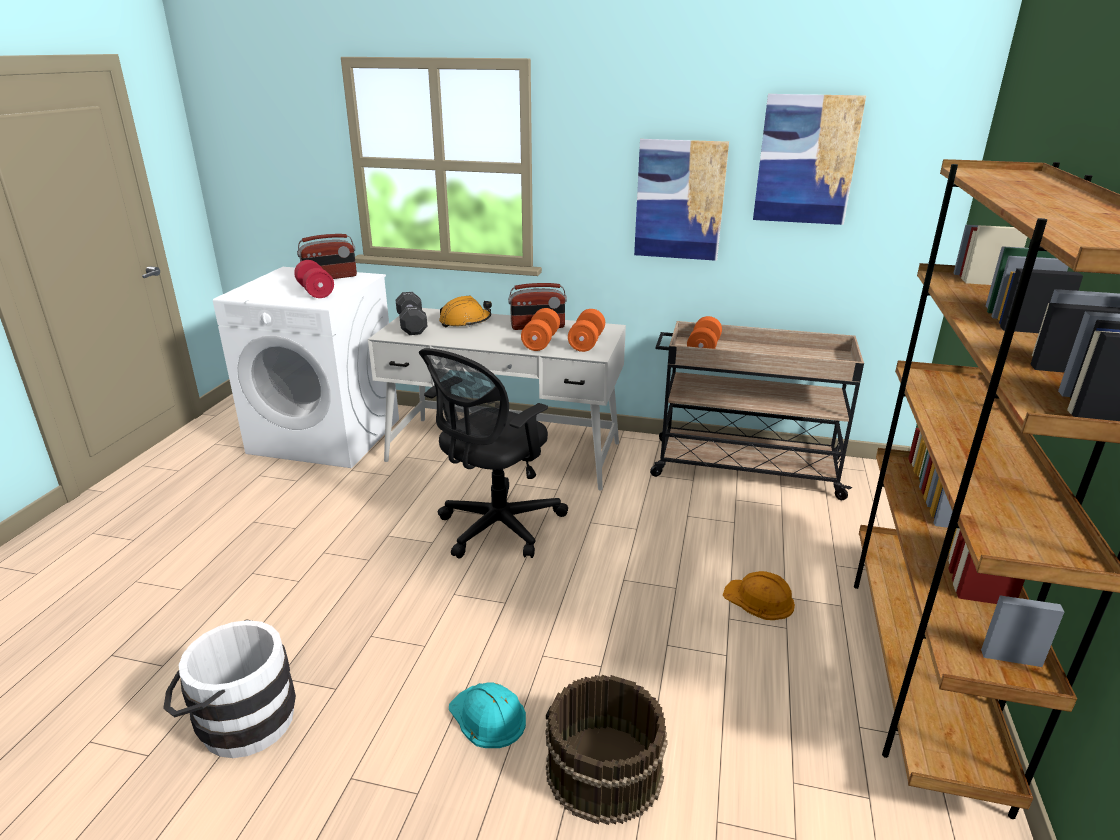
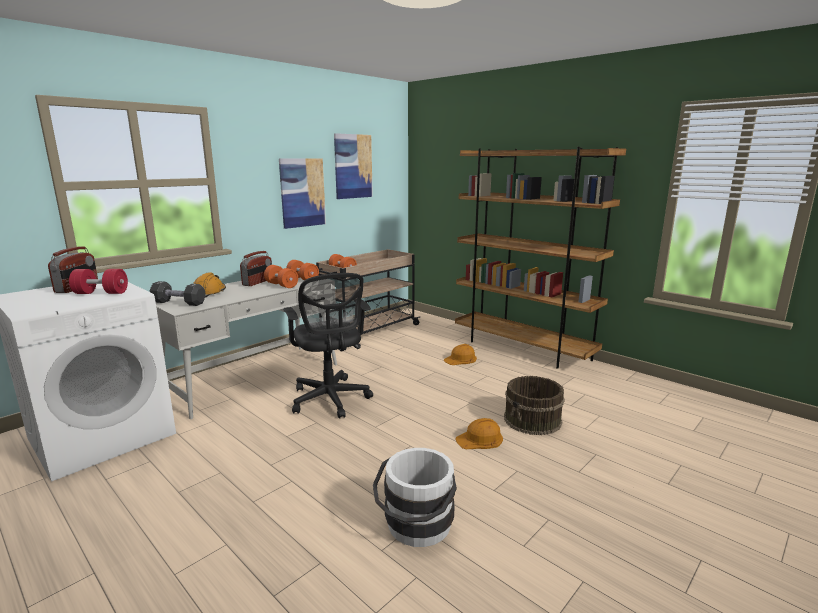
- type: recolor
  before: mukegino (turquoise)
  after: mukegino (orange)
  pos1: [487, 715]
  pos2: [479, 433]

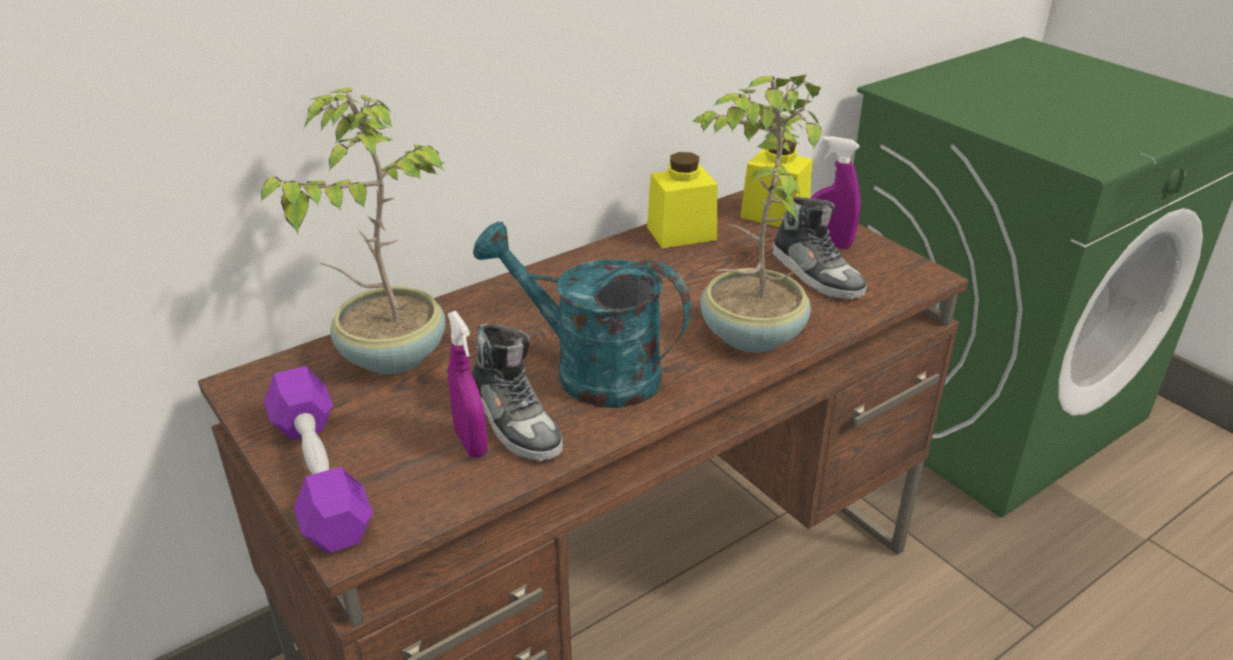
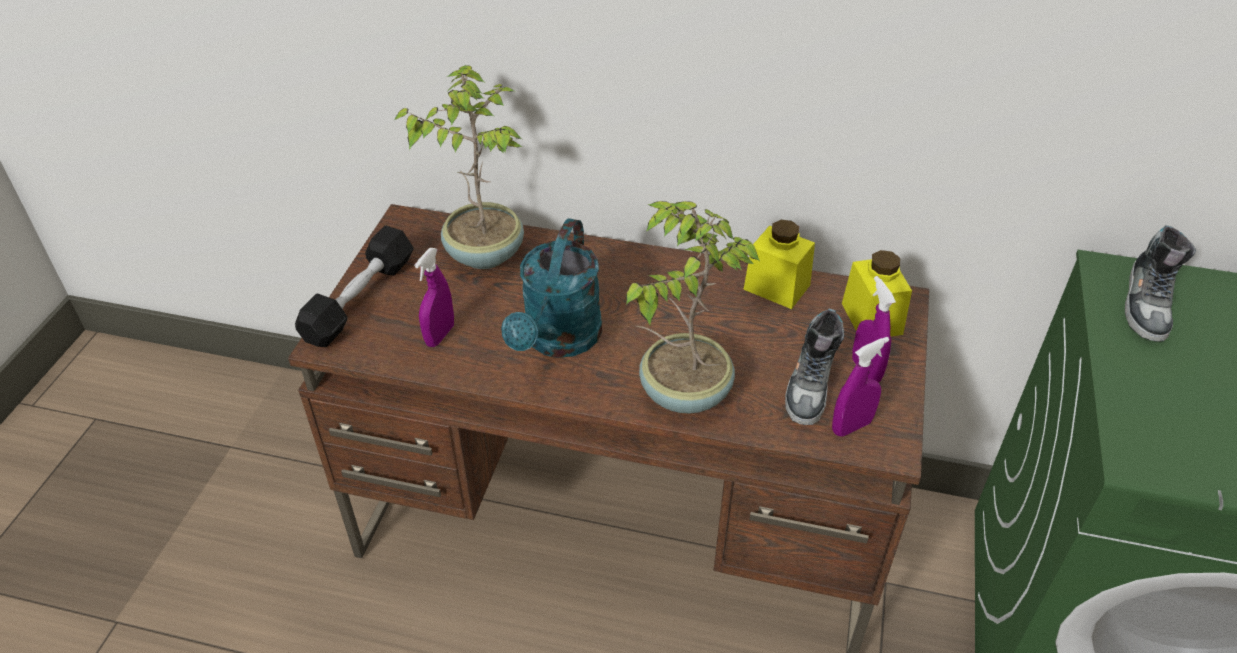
- type: rotate
  before: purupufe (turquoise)
  pos1: [582, 315]
  pos2: [551, 288]
  turn: -150
- type: move
  before: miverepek
  pos1: [517, 392]
  pos2: [1160, 283]
- type: recolor
  before: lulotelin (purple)
  after: lulotelin (black)
  pos1: [318, 459]
  pos2: [354, 286]
- type: insert
  after: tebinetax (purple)
  pos2: [860, 387]

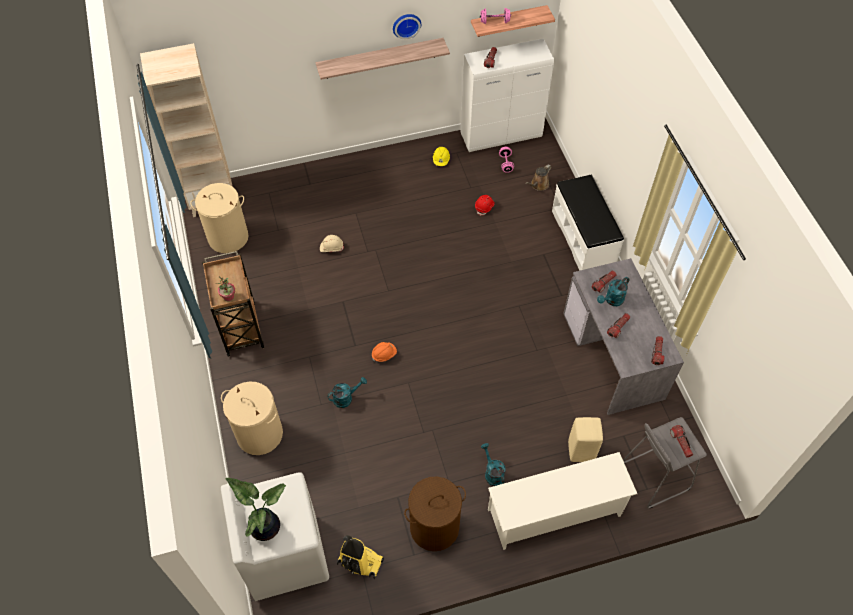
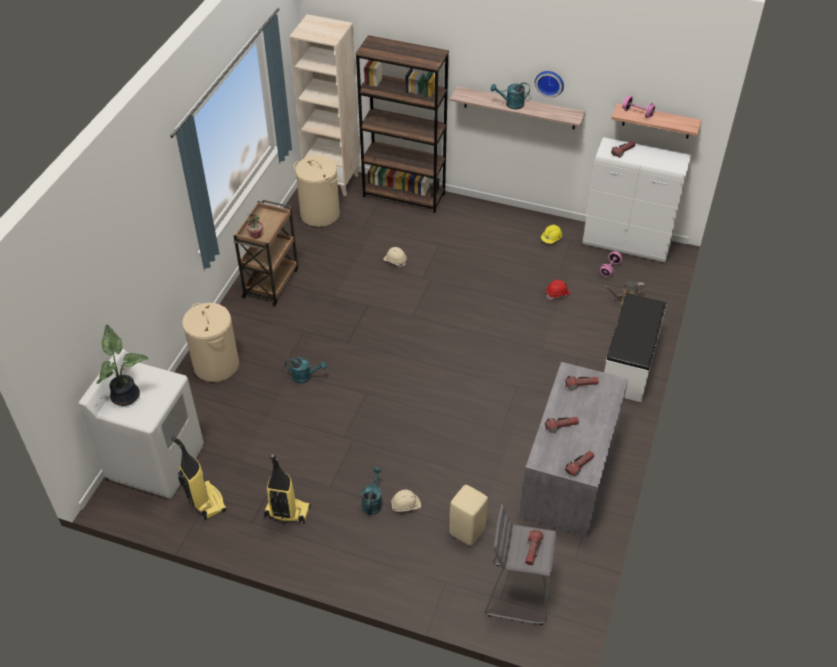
- type: move
  before: purupufe (turquoise)
  pos1: [613, 291]
  pos2: [510, 95]
- type: delete
  before: mukegino (orange)
  pos1: [384, 352]
- type: delete
  before: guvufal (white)
  pos1: [562, 501]
- type: replace
  before: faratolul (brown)
  after: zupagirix
  pos1: [435, 514]
  pos2: [287, 489]
- type: insert
  after: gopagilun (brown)
  pos2: [402, 124]
- type: insert
  after: mukegino (beige)
  pos2: [406, 501]

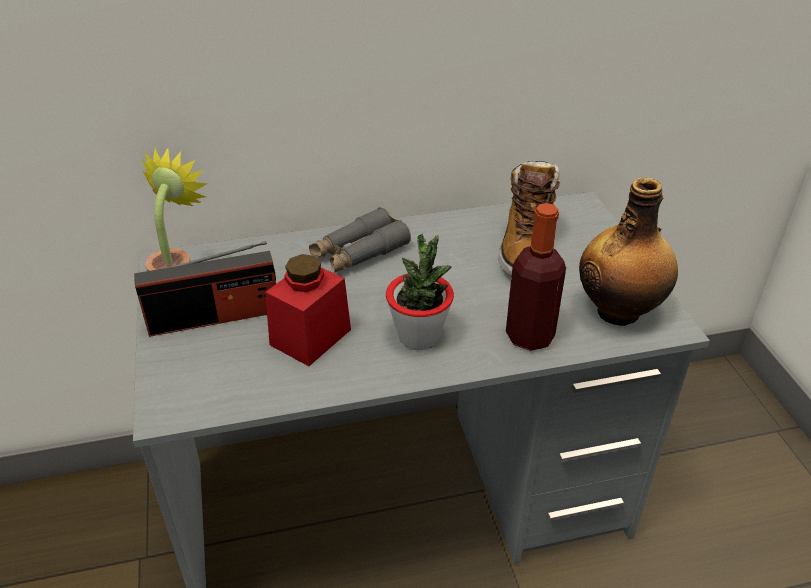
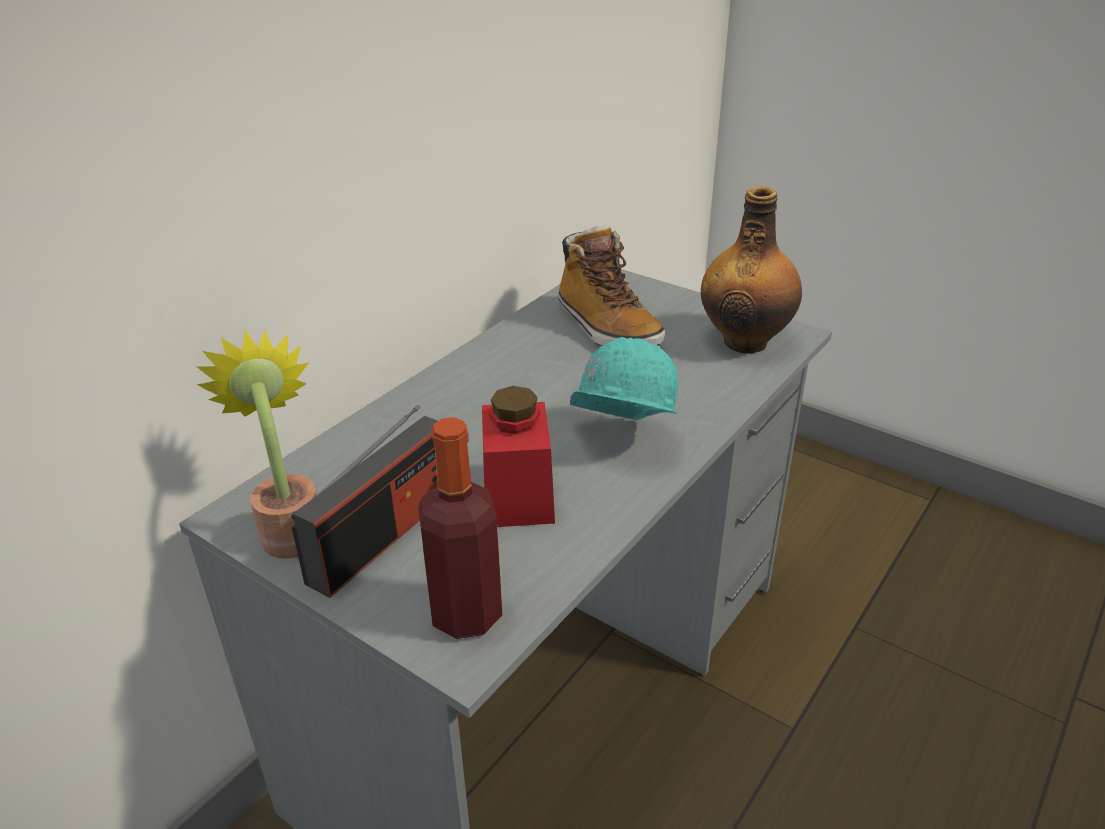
- type: move
  before: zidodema
  pos1: [536, 277]
  pos2: [460, 528]
- type: delete
  before: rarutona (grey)
  pos1: [360, 240]
- type: replace
  before: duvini
  after: mukegino (turquoise)
  pos1: [420, 292]
  pos2: [624, 378]

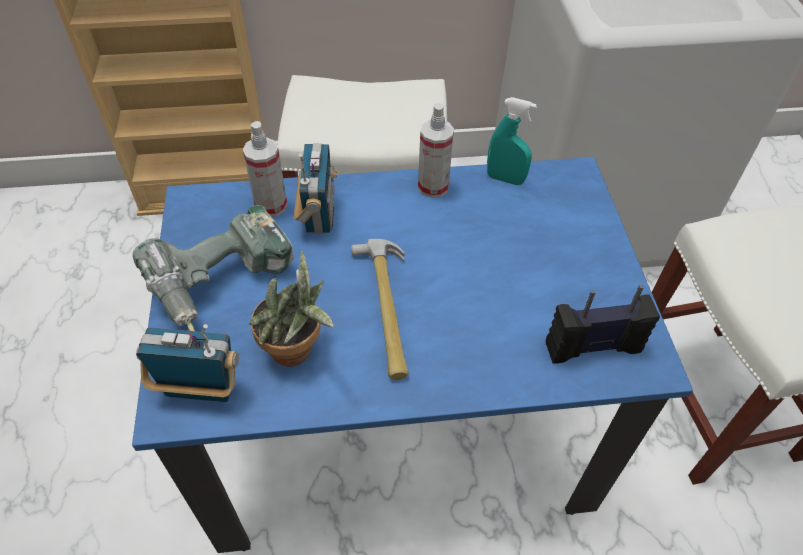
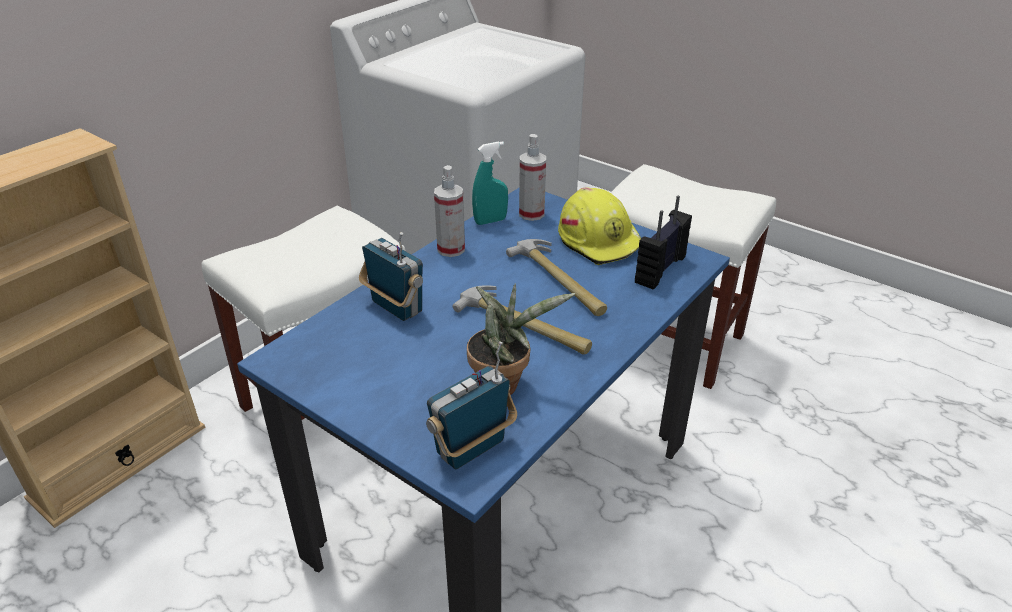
- type: move
  before: tebinetax
  pos1: [265, 169]
  pos2: [532, 177]
- type: delete
  before: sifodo
  pos1: [216, 268]
- type: insert
  after: mukegino (yellow)
  pos2: [599, 226]
- type: insert
  after: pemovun
  pos2: [556, 277]

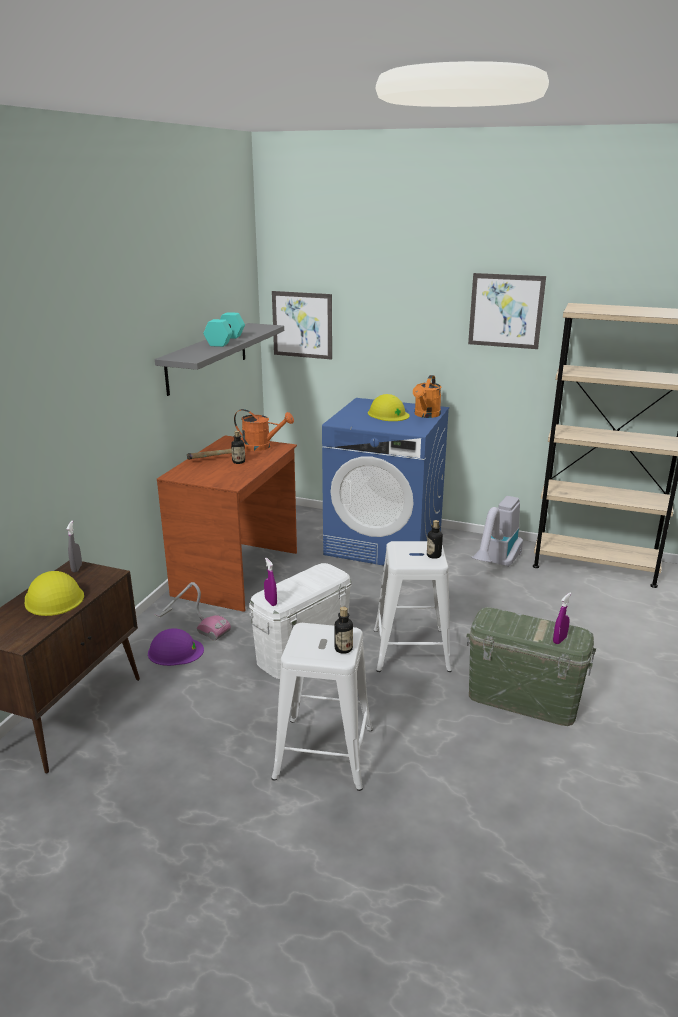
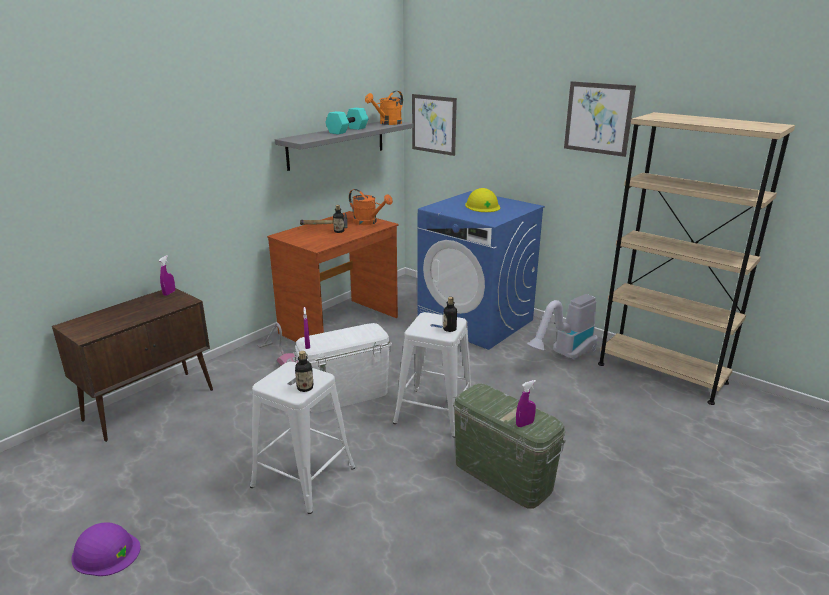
- type: move
  before: purupufe (orange)
  pos1: [427, 396]
  pos2: [384, 108]
- type: recolor
  before: tebinetax (grey)
  after: tebinetax (purple)
  pos1: [74, 546]
  pos2: [167, 275]
- type: delete
  before: mukegino (yellow)
  pos1: [54, 593]
- type: move
  before: mukegino (purple)
  pos1: [176, 647]
  pos2: [106, 549]

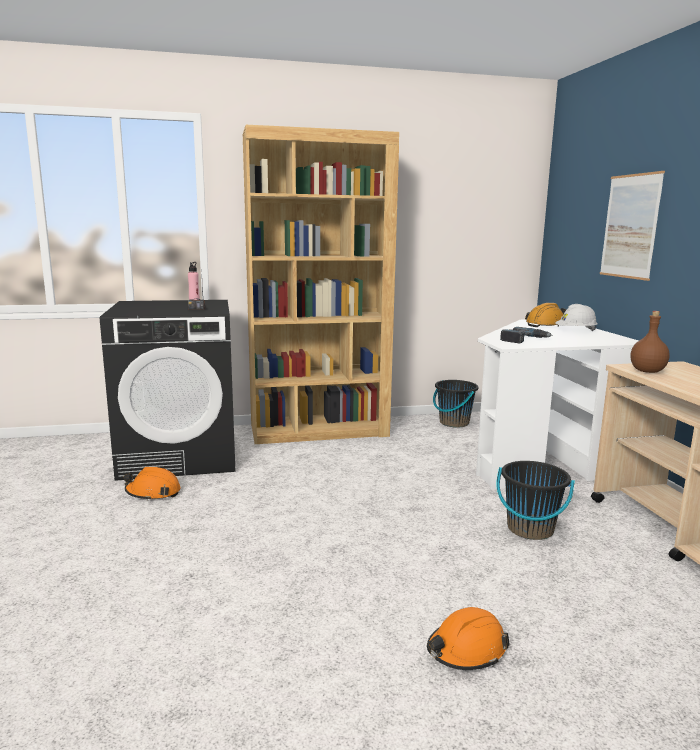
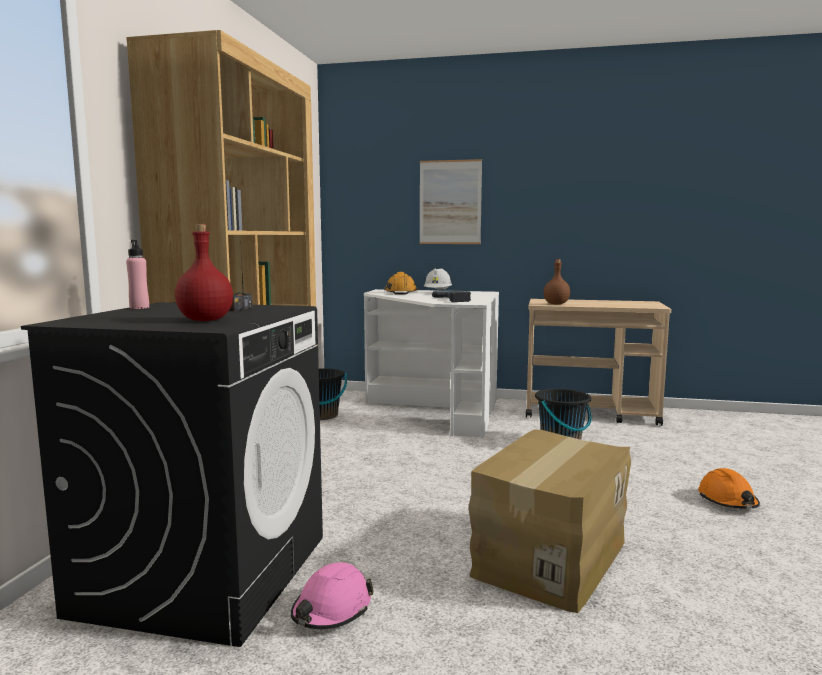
- type: recolor
  before: mukegino (orange)
  after: mukegino (pink)
  pos1: [152, 484]
  pos2: [332, 595]
- type: insert
  after: zidodema (red)
  pos2: [204, 272]
- type: insert
  after: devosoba
  pos2: [550, 521]

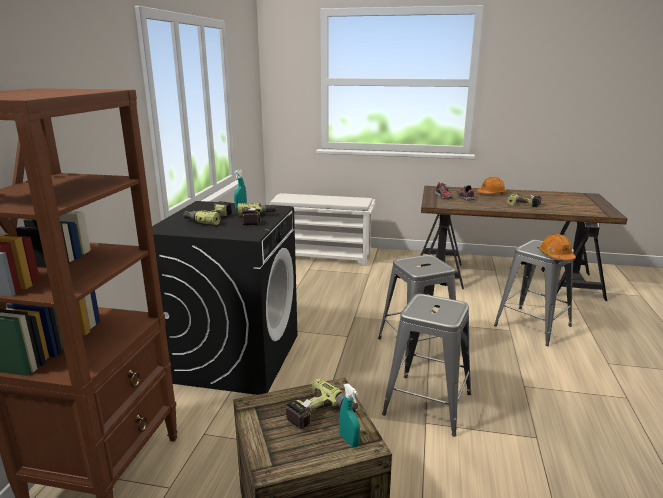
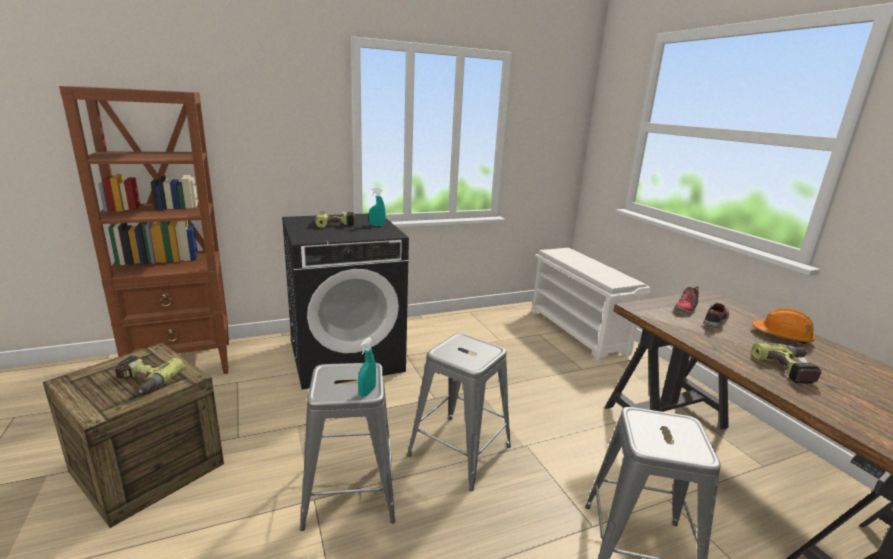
- type: delete
  before: sifodo
  pos1: [257, 214]
- type: delete
  before: mukegino (orange)
  pos1: [557, 247]
- type: move
  before: tebinetax (turquoise)
  pos1: [349, 416]
  pos2: [367, 367]

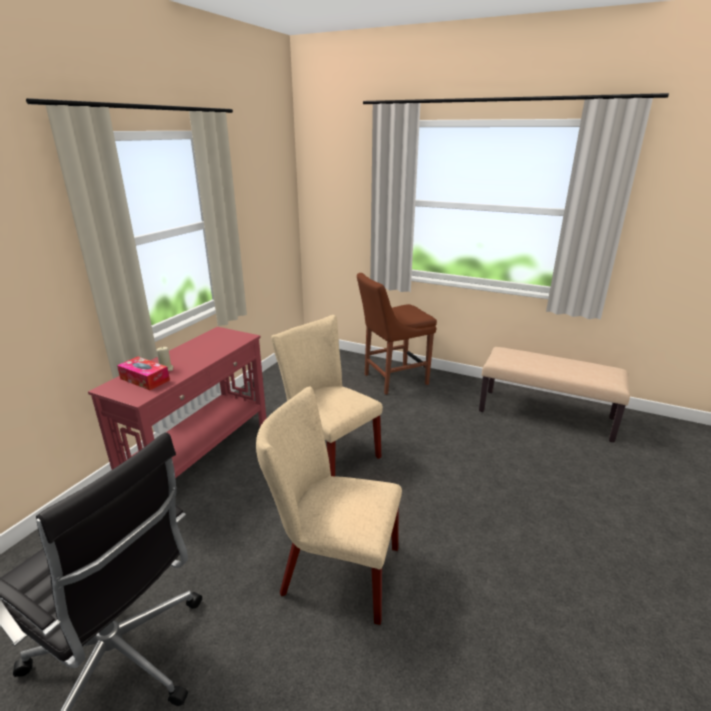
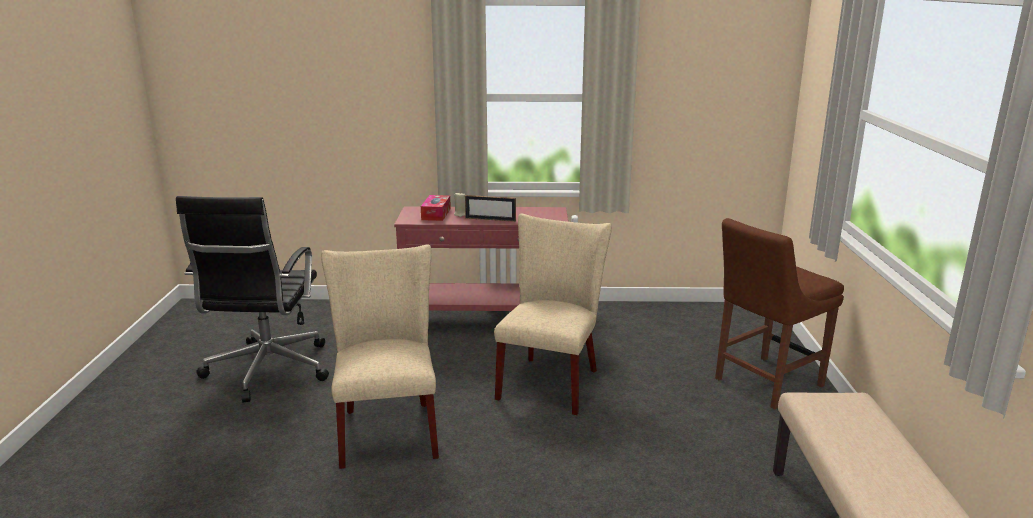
- type: rotate
  before: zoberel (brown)
  pos1: [397, 334]
  pos2: [779, 314]
  turn: -75
- type: insert
  after: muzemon
  pos2: [490, 208]

